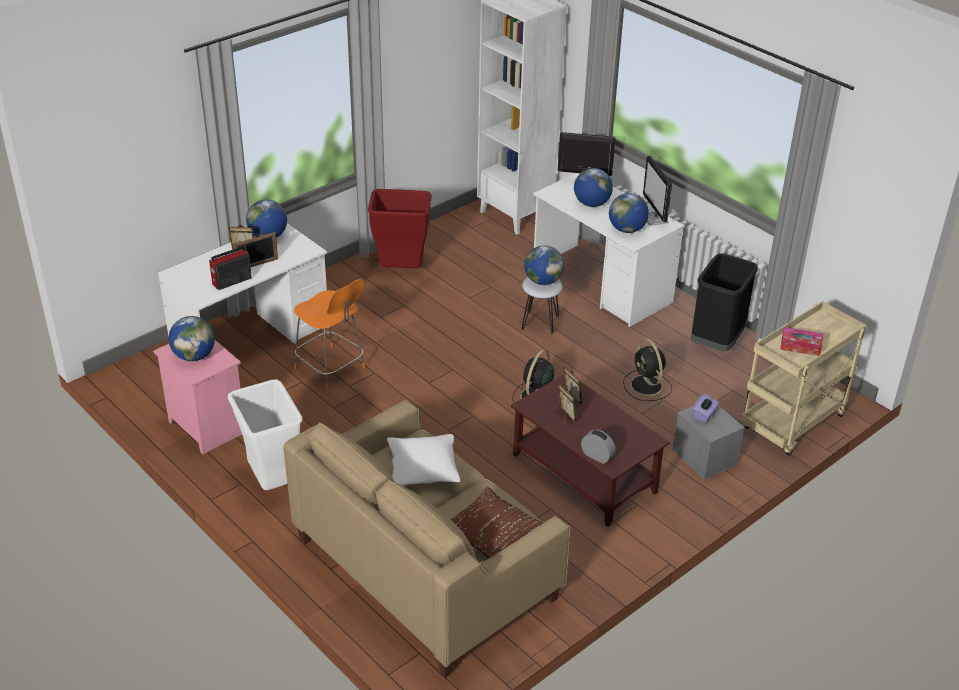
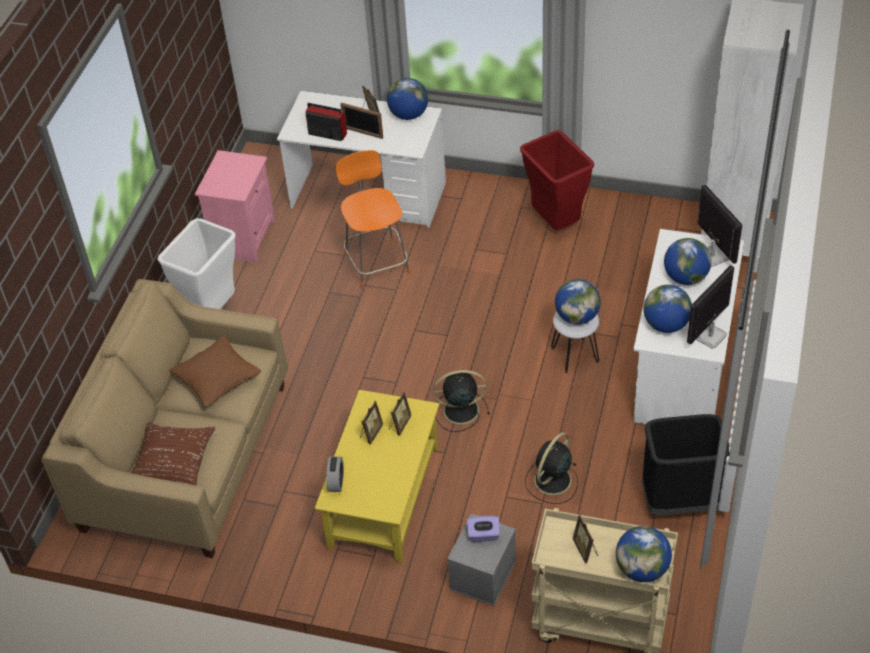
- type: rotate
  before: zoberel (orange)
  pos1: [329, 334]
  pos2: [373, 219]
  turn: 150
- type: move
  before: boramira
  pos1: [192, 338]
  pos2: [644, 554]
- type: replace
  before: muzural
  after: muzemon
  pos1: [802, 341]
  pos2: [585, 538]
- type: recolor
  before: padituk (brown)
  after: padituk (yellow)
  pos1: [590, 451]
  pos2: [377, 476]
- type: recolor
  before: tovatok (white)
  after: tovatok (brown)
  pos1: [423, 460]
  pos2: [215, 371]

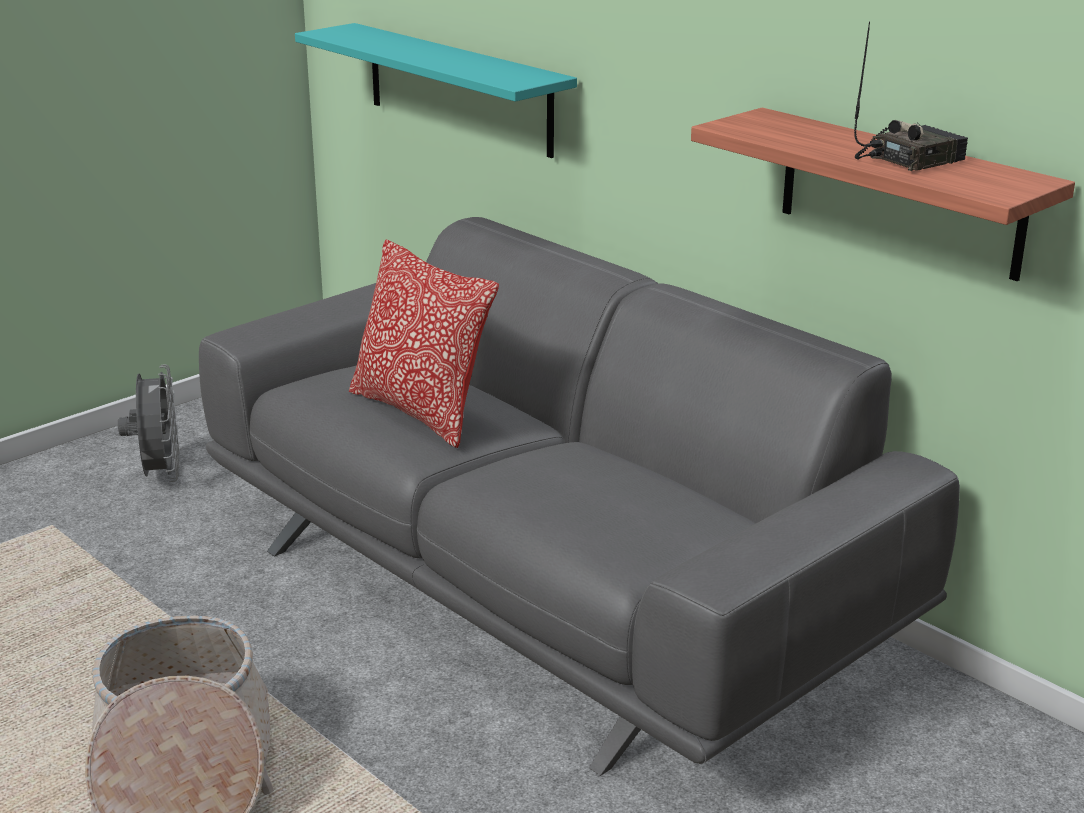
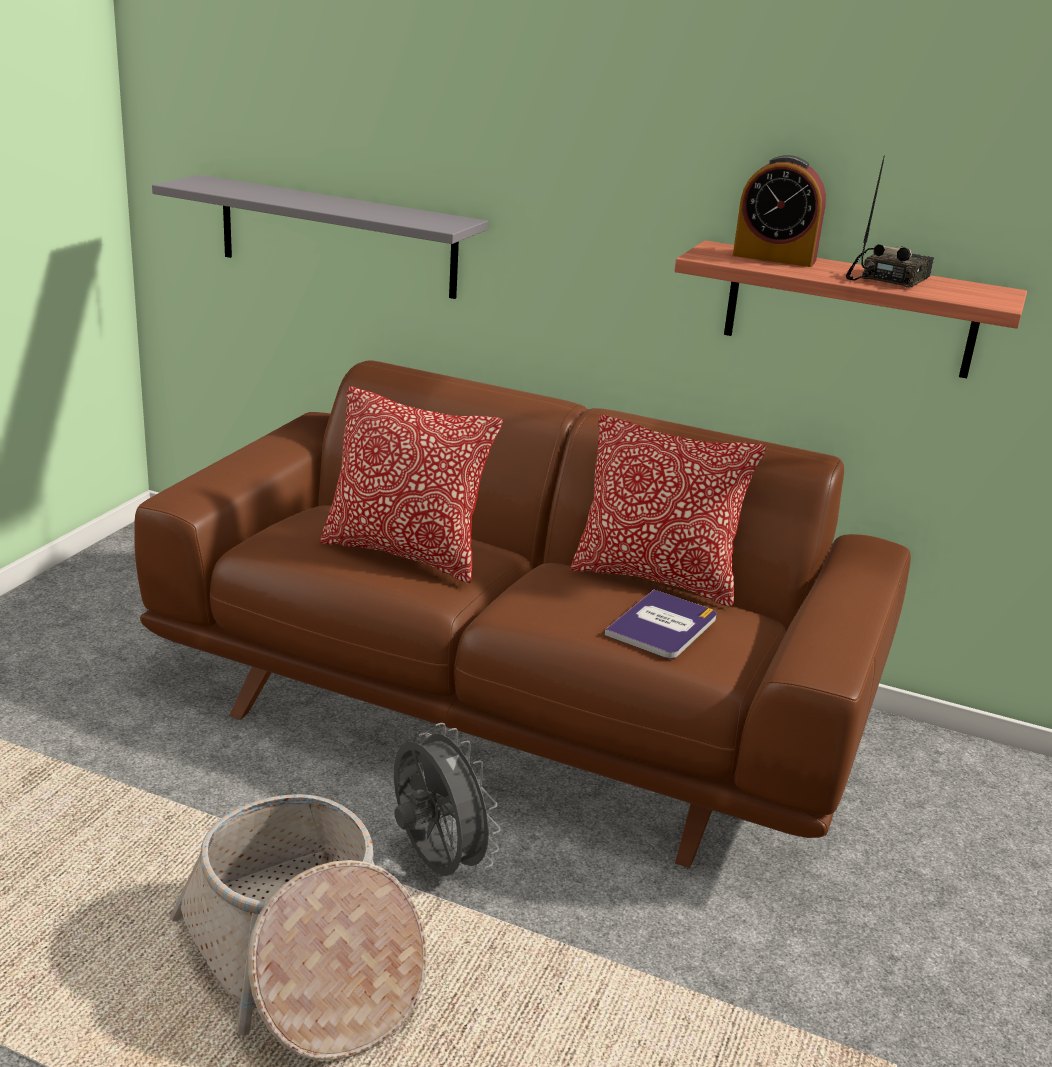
- type: recolor
  before: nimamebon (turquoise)
  after: nimamebon (grey)
  pos1: [436, 90]
  pos2: [320, 237]
- type: recolor
  before: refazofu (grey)
  after: refazofu (brown)
  pos1: [579, 496]
  pos2: [522, 614]
- type: move
  before: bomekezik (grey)
  pos1: [149, 423]
  pos2: [447, 799]
- type: insert
  after: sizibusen
  pos2: [779, 211]
- type: insert
  after: tovatok
  pos2: [668, 511]
- type: insert
  after: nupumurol
  pos2: [661, 624]

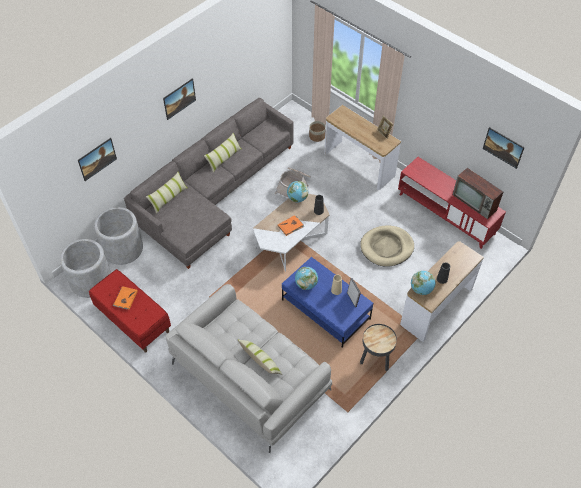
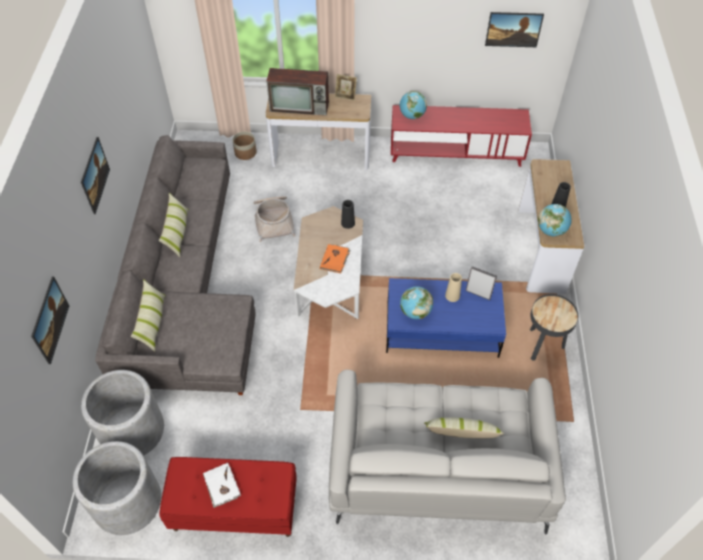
- type: move
  before: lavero
  pos1: [478, 193]
  pos2: [297, 92]
- type: move
  before: boramira
  pos1: [297, 191]
  pos2: [413, 105]
- type: delete
  before: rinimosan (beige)
  pos1: [387, 246]
- type: recolor
  before: nupumurol (orange)
  after: nupumurol (white)
  pos1: [125, 298]
  pos2: [222, 485]

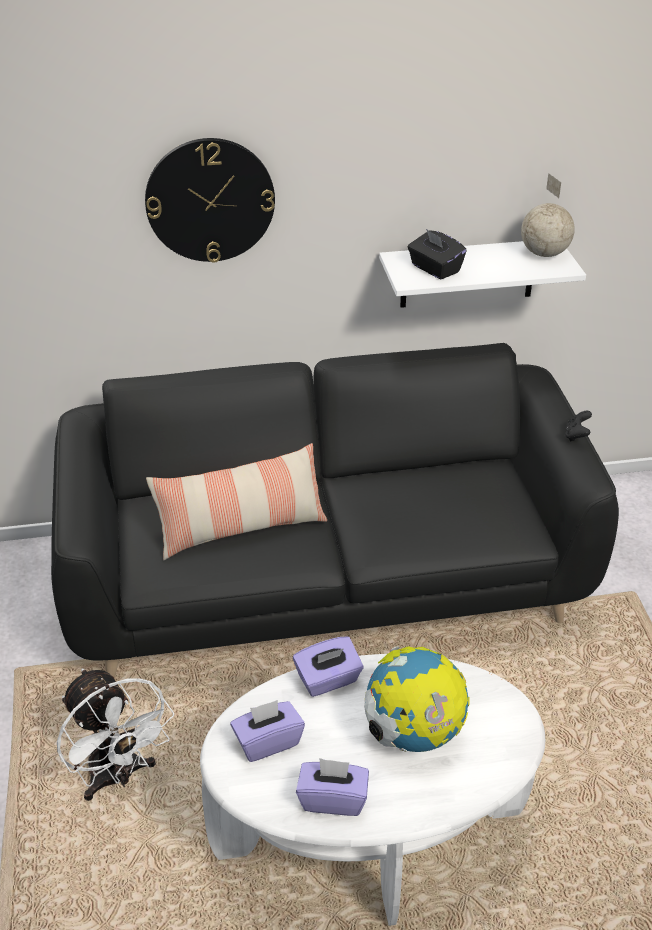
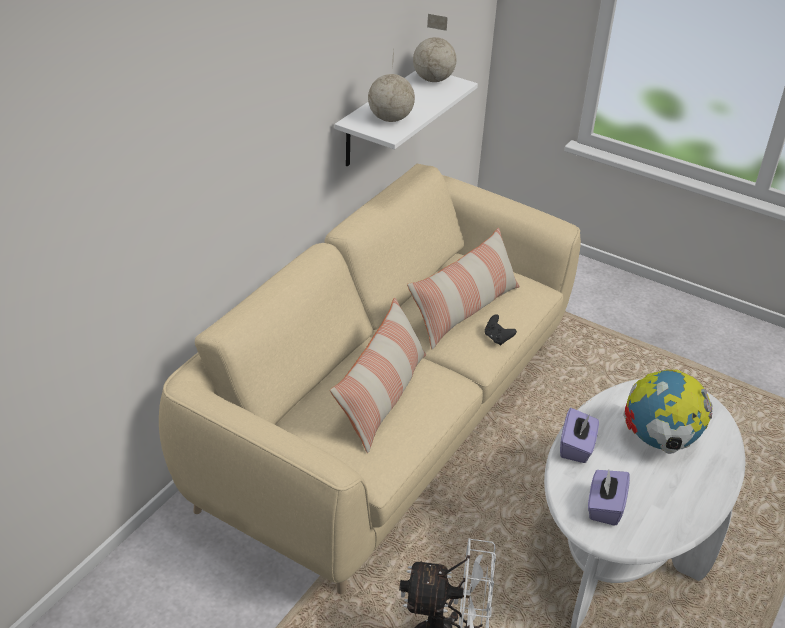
- type: delete
  before: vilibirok
  pos1: [210, 200]
- type: replace
  before: muzural (black)
  after: boramira
  pos1: [437, 254]
  pos2: [391, 86]
- type: recolor
  before: refazofu (black)
  after: refazofu (beige)
  pos1: [335, 510]
  pos2: [370, 379]
- type: move
  before: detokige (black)
  pos1: [578, 426]
  pos2: [501, 330]
- type: delete
  before: muzural (purple)
  pos1: [332, 787]
- type: insert
  after: tovatok
  pos2: [463, 288]

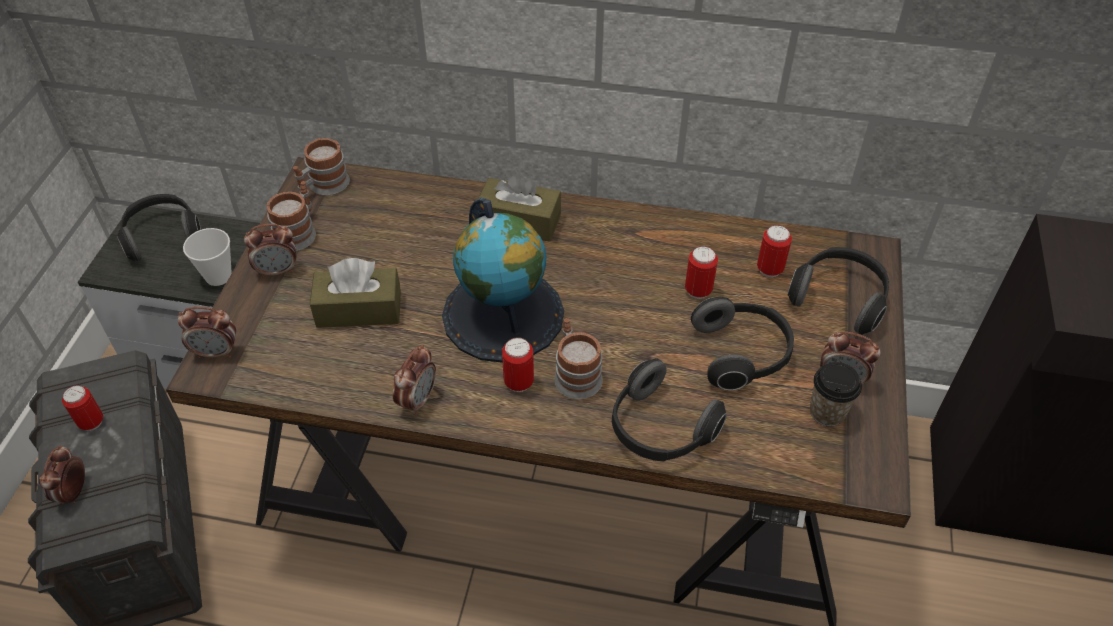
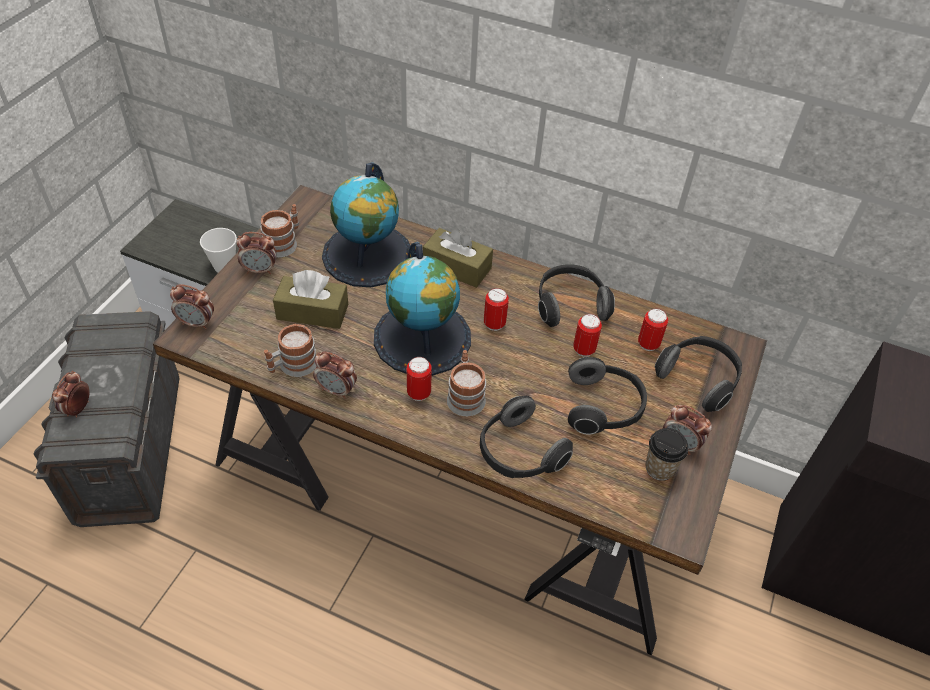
- type: move
  before: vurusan
  pos1: [321, 166]
  pos2: [290, 350]
- type: move
  before: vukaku
  pos1: [159, 228]
  pos2: [576, 295]
- type: rotate
  before: sizibusen
  pos1: [414, 380]
  pos2: [335, 375]
  turn: 75
- type: move
  before: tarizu
  pos1: [82, 408]
  pos2: [496, 309]
- type: insert
  after: boramira
  pos2: [366, 224]

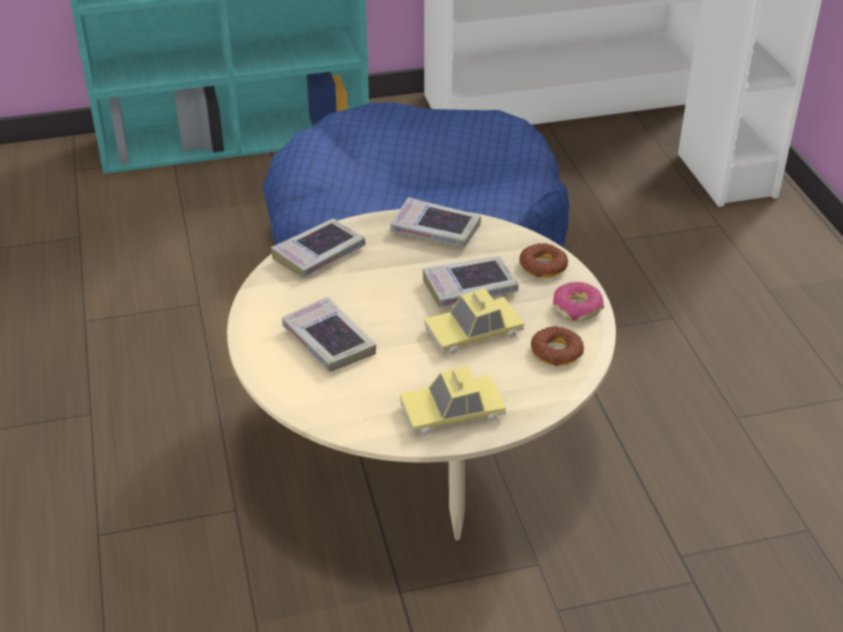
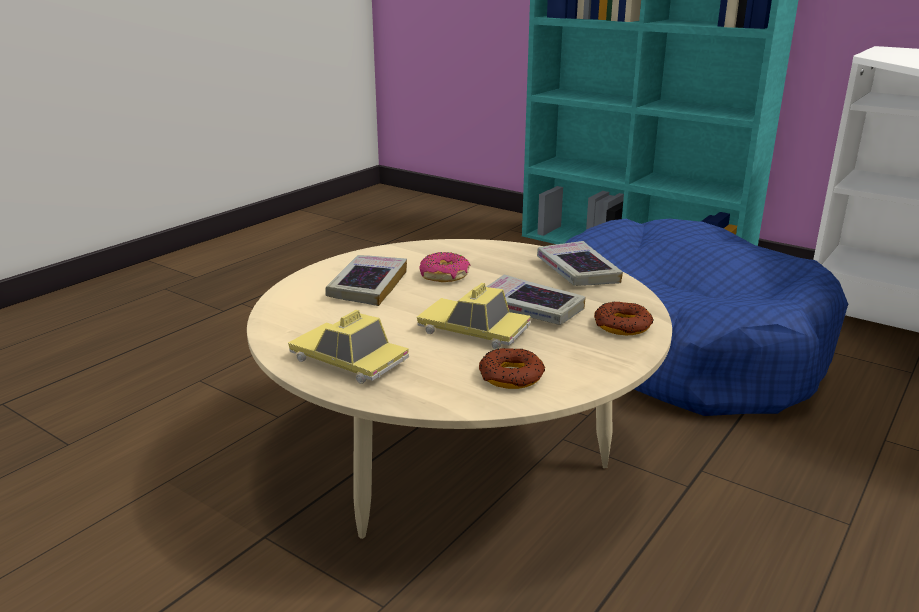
- type: delete
  before: nupumurol
  pos1: [318, 248]
- type: move
  before: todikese
  pos1: [578, 301]
  pos2: [444, 267]

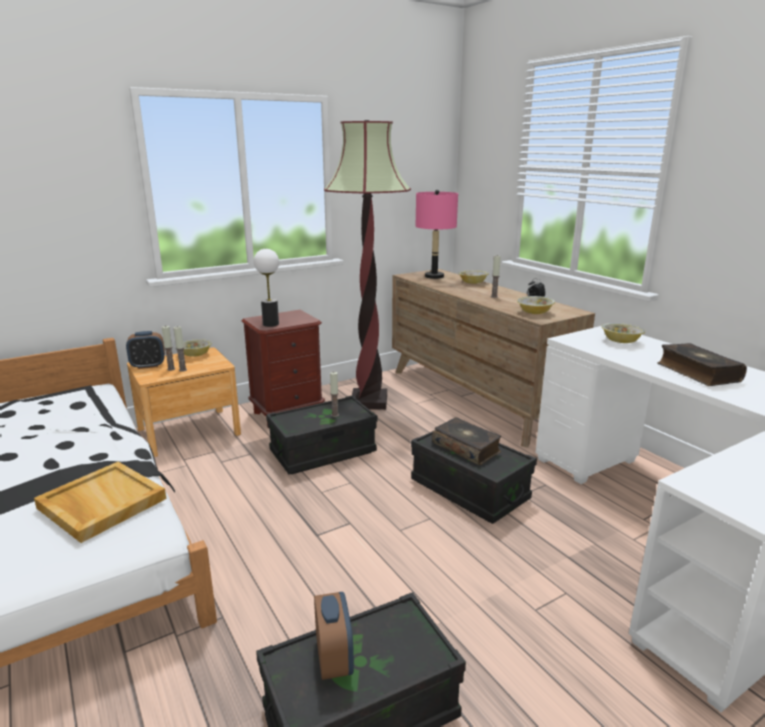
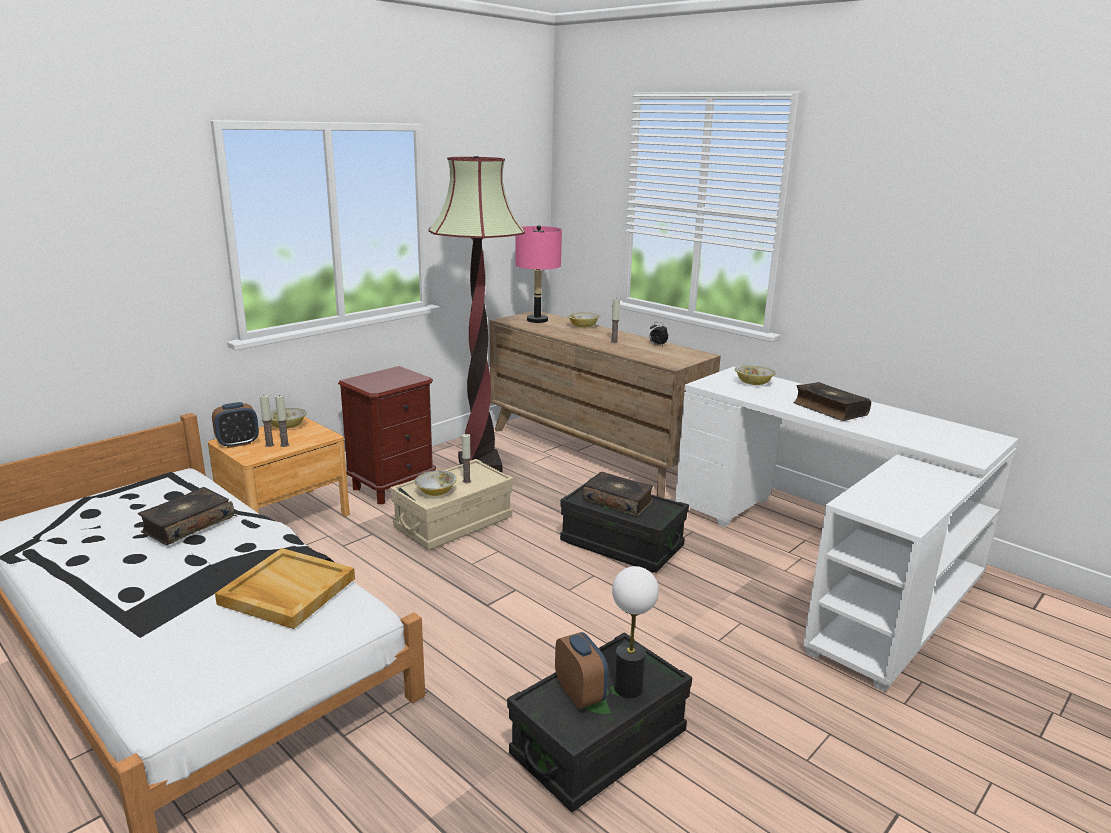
- type: move
  before: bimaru
  pos1: [266, 288]
  pos2: [635, 632]
- type: move
  before: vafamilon
  pos1: [536, 305]
  pos2: [435, 483]
- type: recolor
  before: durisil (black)
  after: durisil (beige)
  pos1: [322, 434]
  pos2: [452, 504]
- type: insert
  after: nupumurol
  pos2: [186, 516]

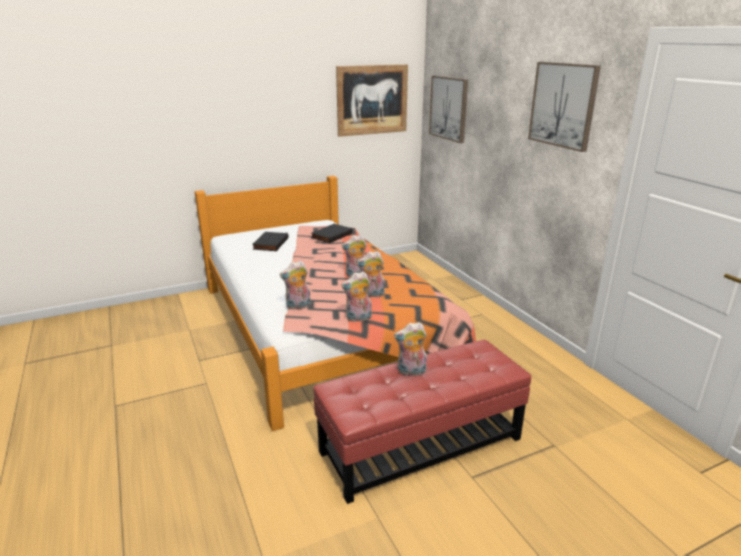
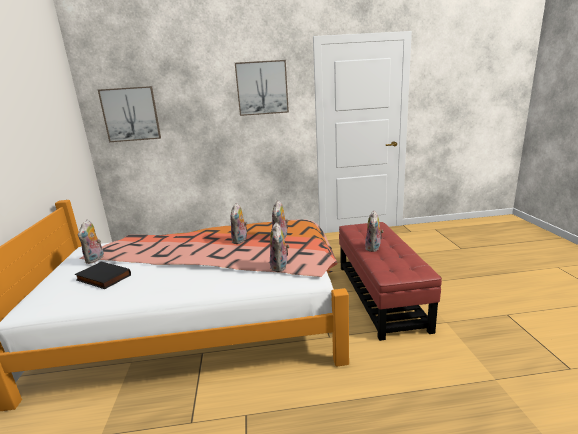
- type: delete
  before: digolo
  pos1: [372, 100]
- type: delete
  before: nupumurol (black)
  pos1: [331, 233]
- type: move
  before: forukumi
  pos1: [356, 296]
  pos2: [91, 242]

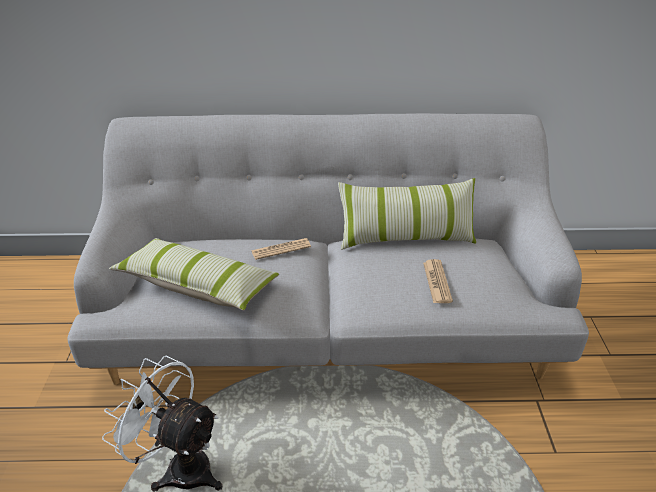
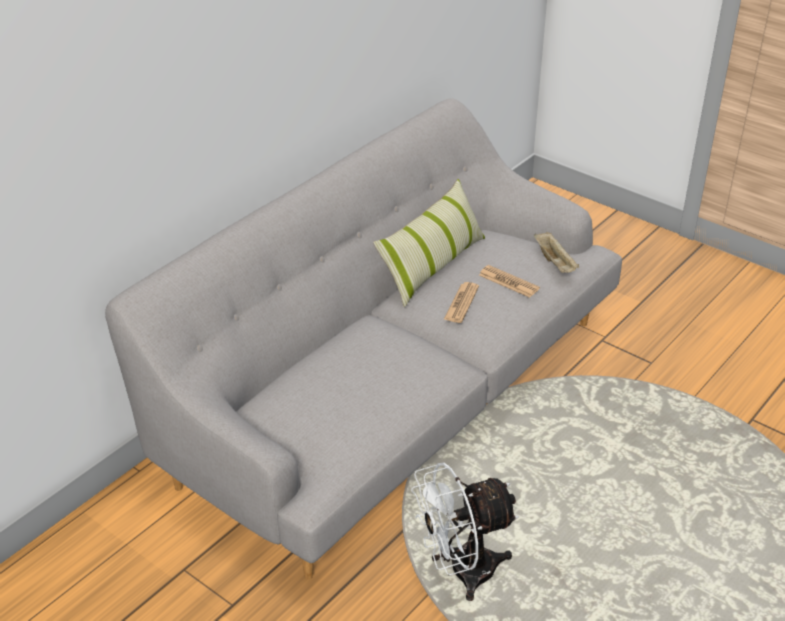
- type: delete
  before: tovatok
  pos1: [194, 274]
- type: move
  before: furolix
  pos1: [281, 249]
  pos2: [461, 302]
- type: insert
  after: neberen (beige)
  pos2: [556, 252]

